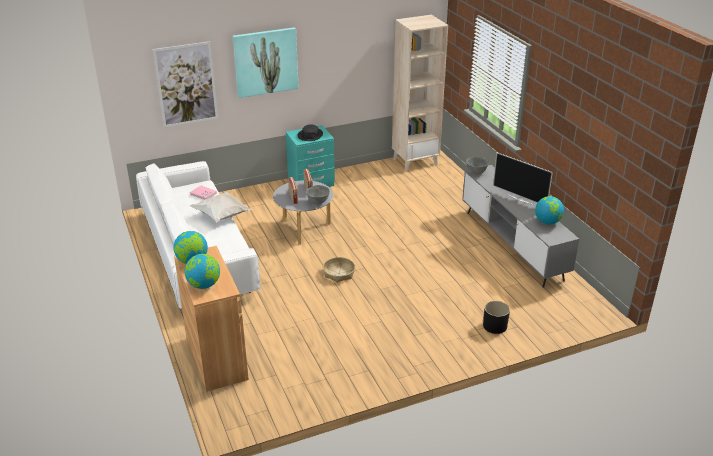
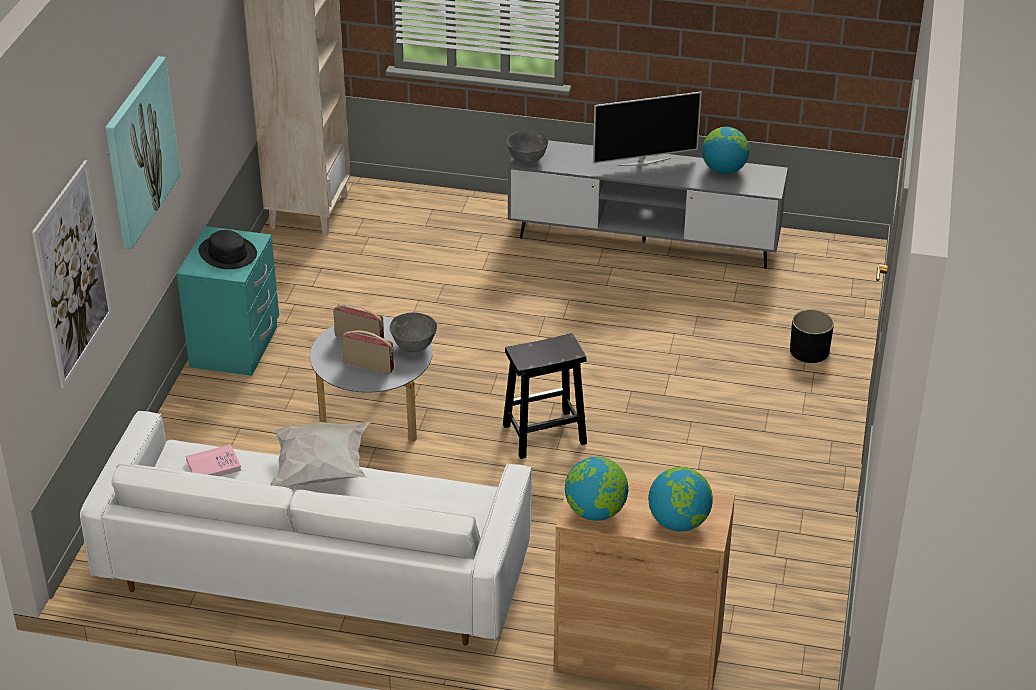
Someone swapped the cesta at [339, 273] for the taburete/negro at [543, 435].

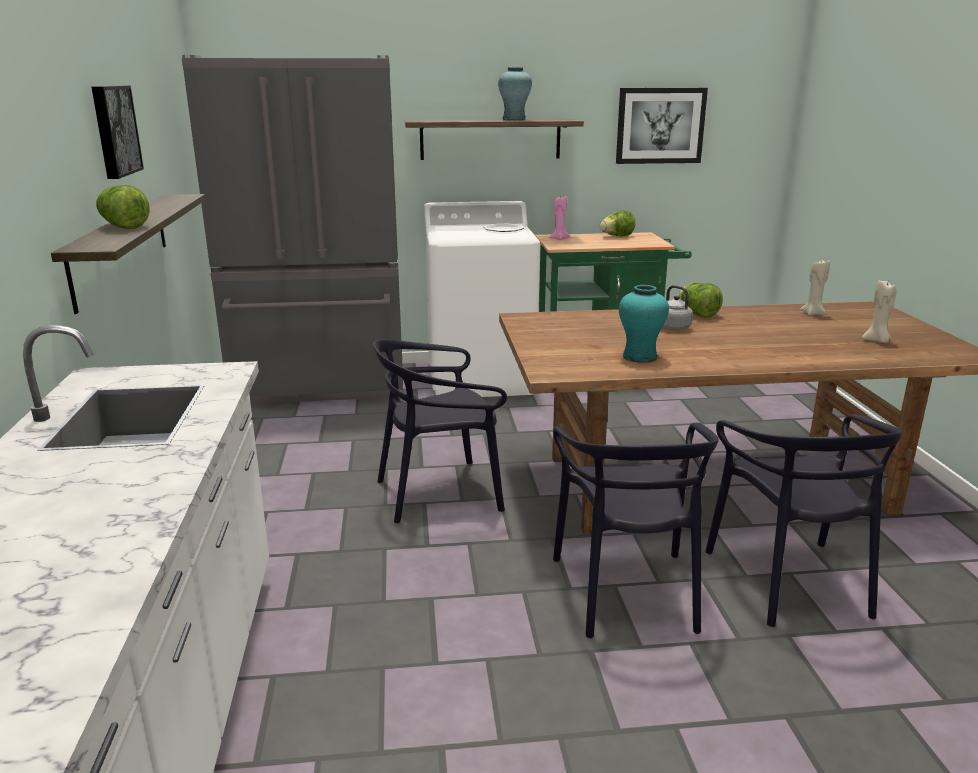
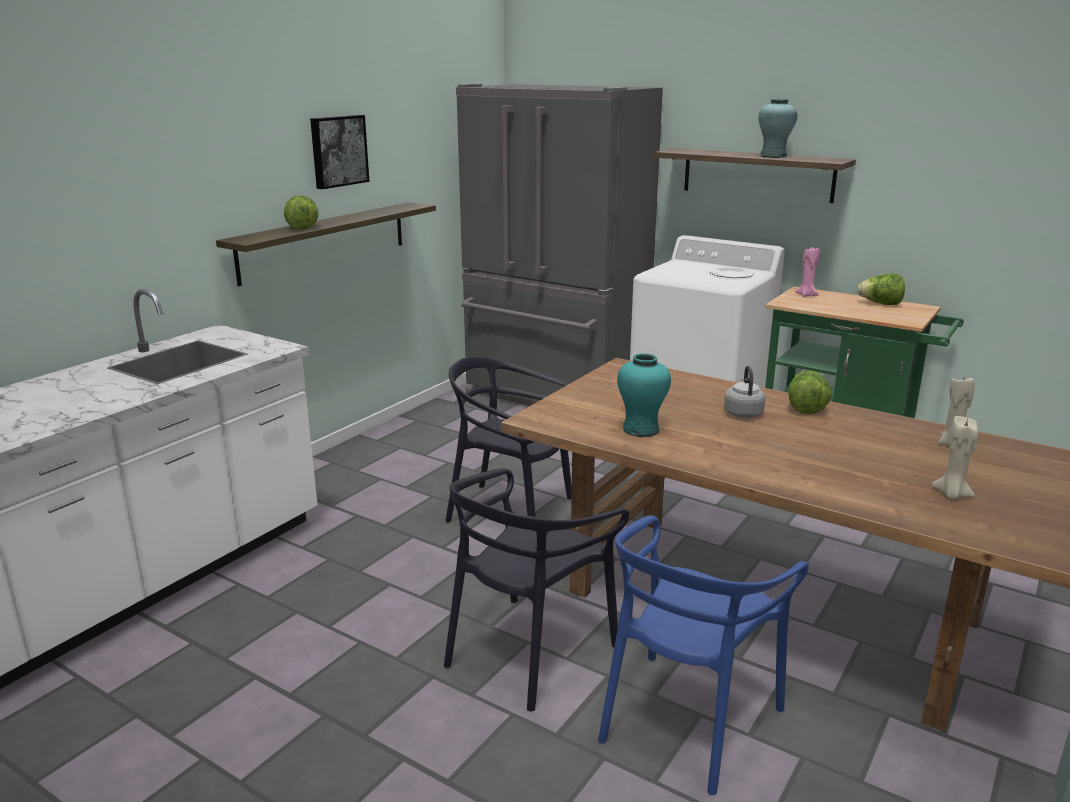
Someone took away the cuadro at [660, 126].
Someone repainted the silla/negro at [789, 581], which became the silla/azul at [687, 720].

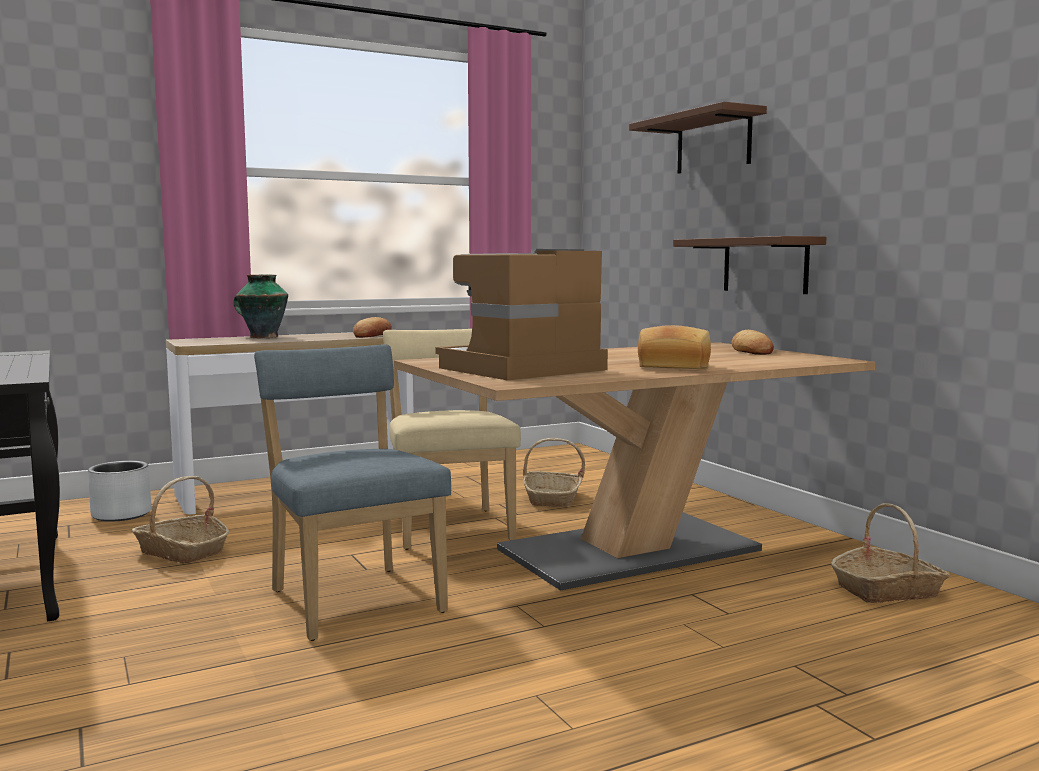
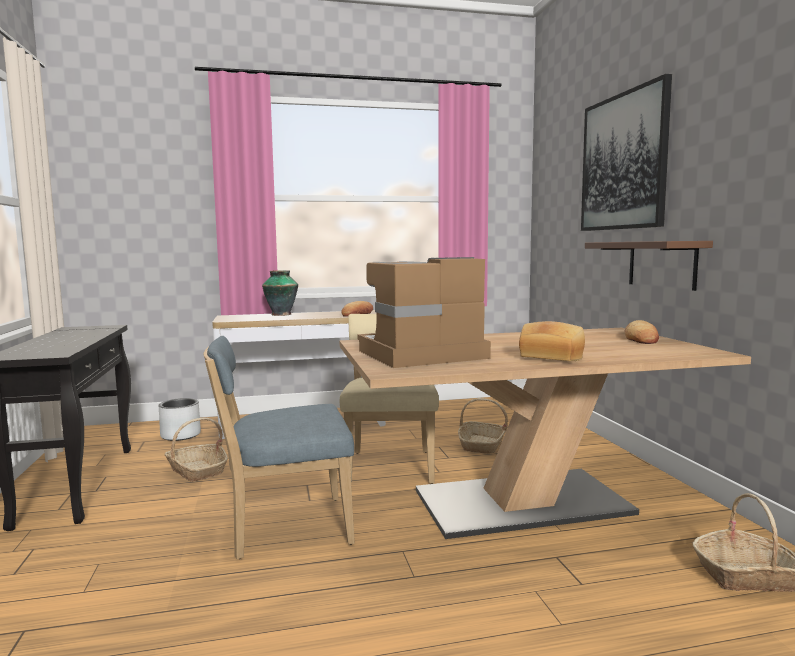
Someone swapped the estante/marrón at [713, 143] for the cuadro at [623, 162].
Someone rotated the silla/azul at [353, 598] by 90 degrees counterclockwise.

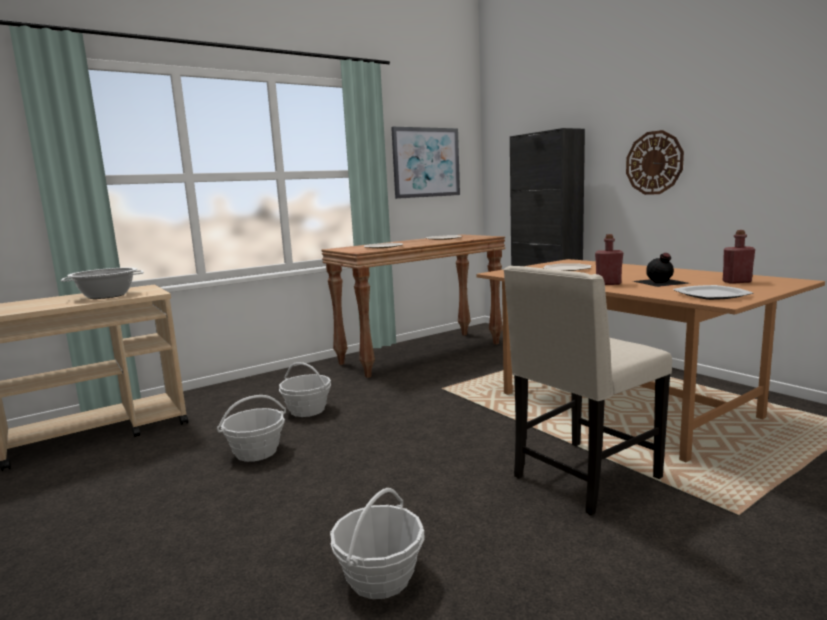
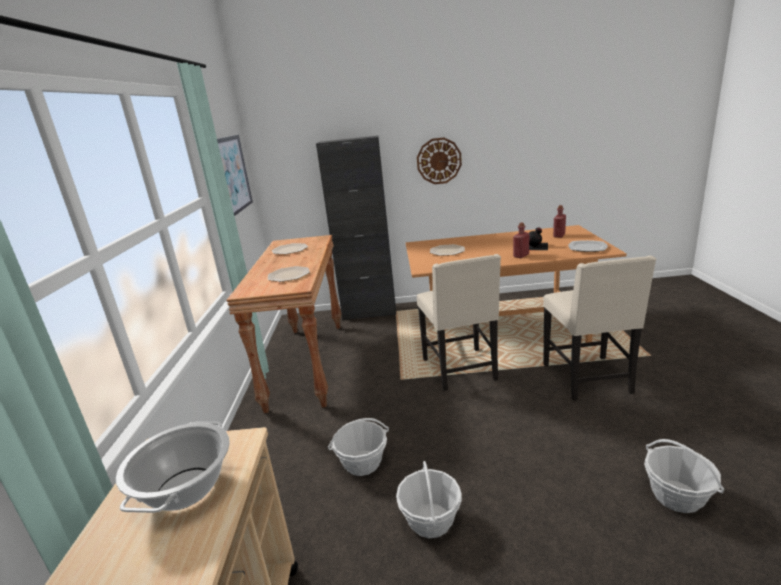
Someone put down the silla/beis at [461, 370].

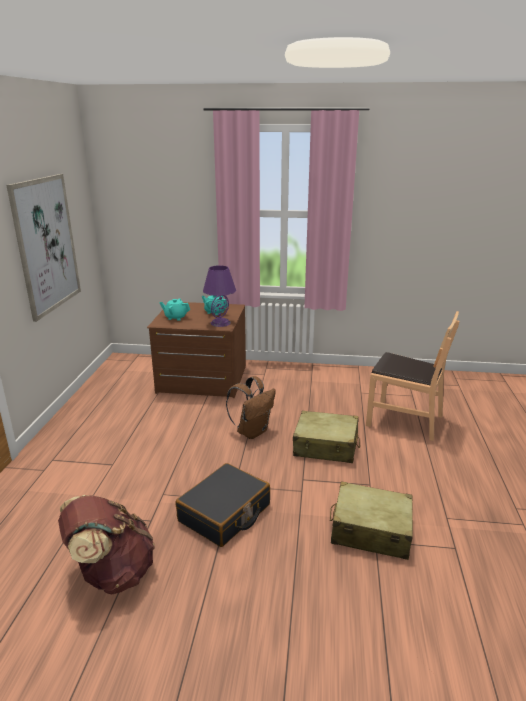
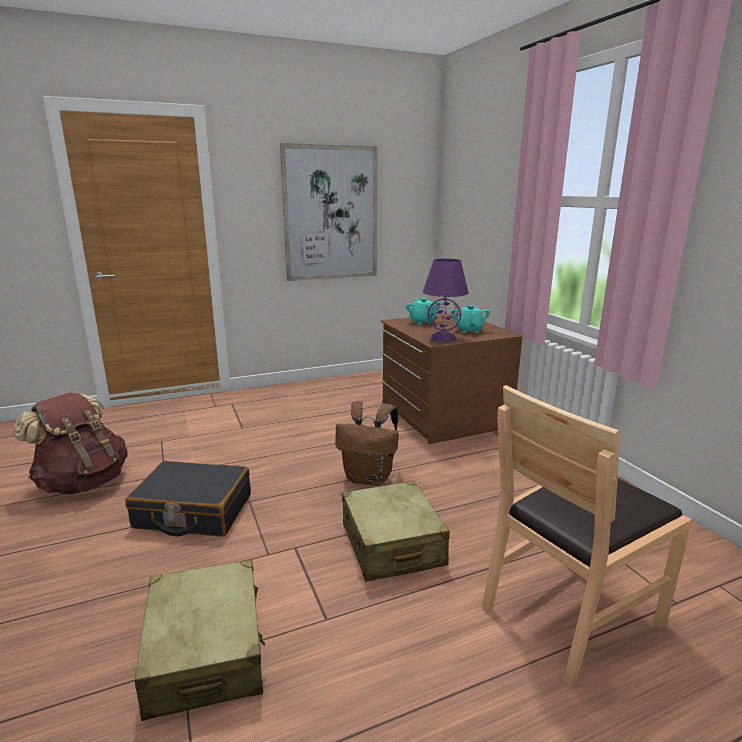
Someone rotated the silla/marrón at [404, 420] by 60 degrees clockwise.

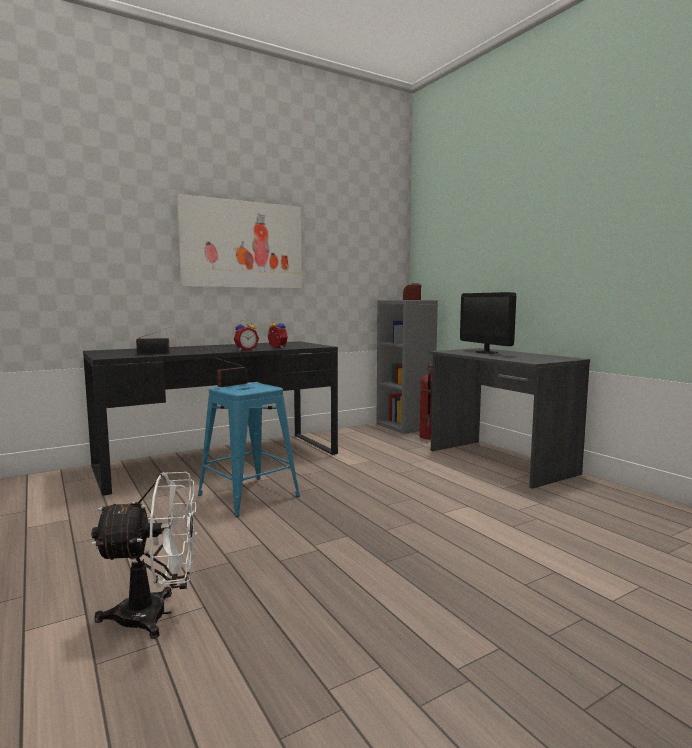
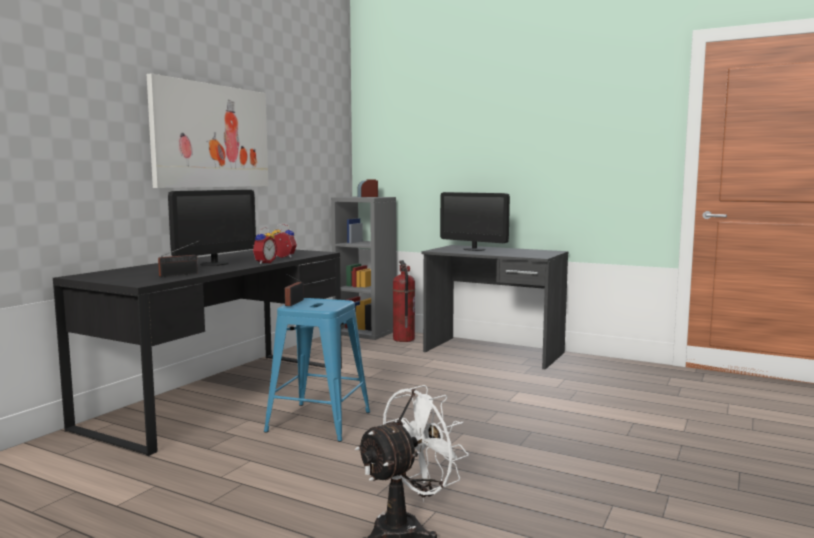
Someone put down the monitor at [214, 264].

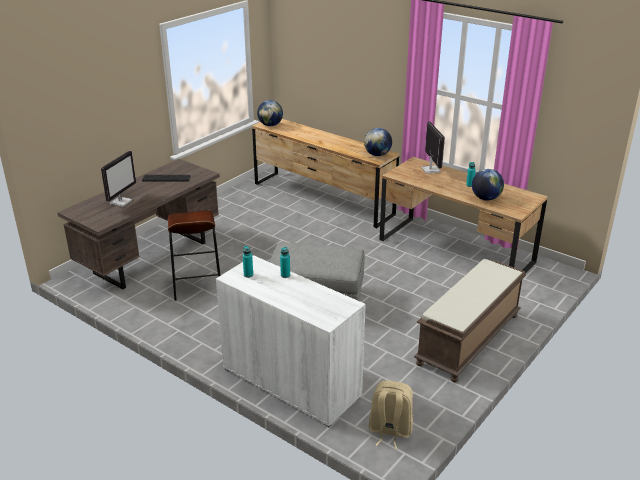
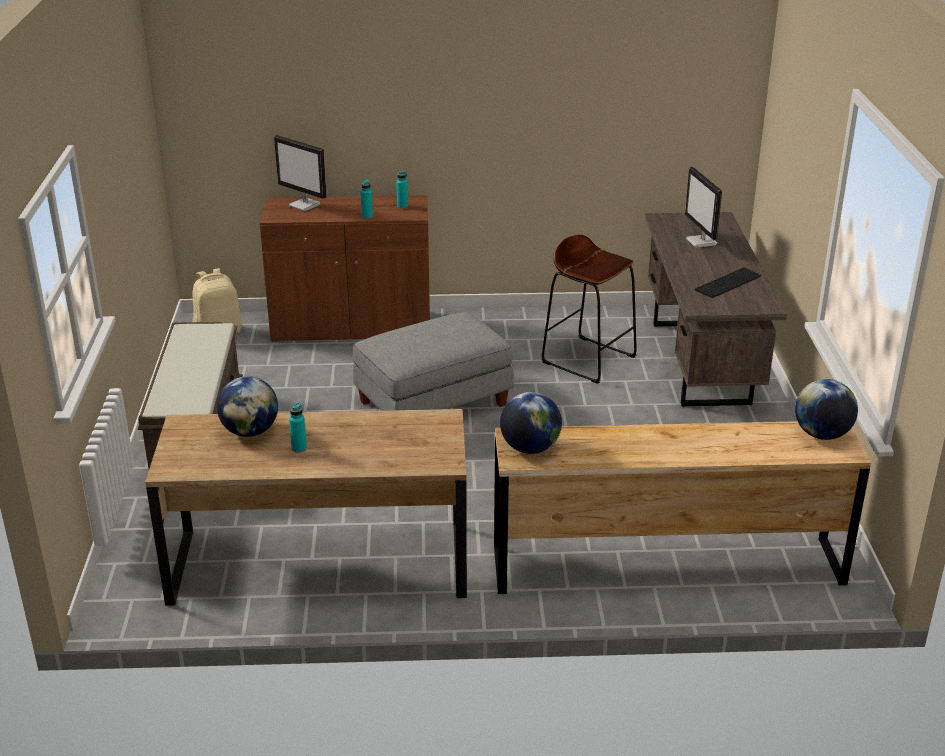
Someone carried the monitor from [430, 169] to [305, 205].
Someone repainted the armario/blanco at [291, 382], which became the armario/marrón at [352, 327].

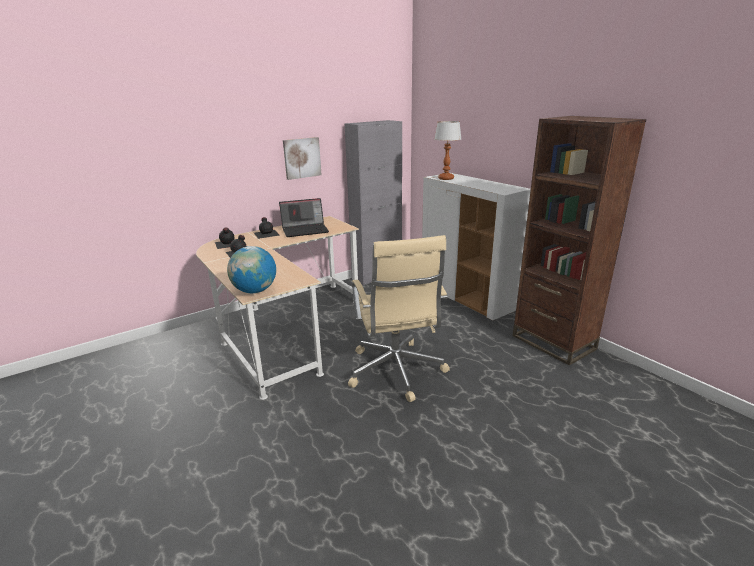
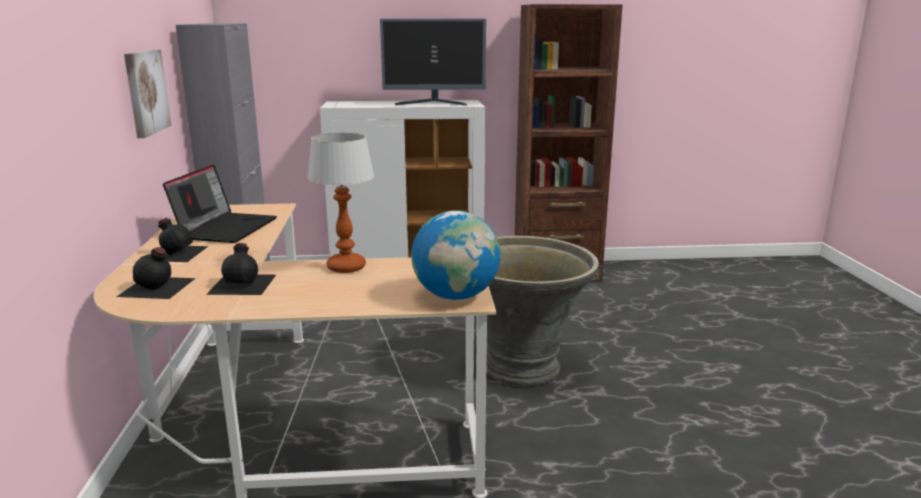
Someone put down the monitor at [434, 103].
Someone carried the lámpara de mesa from [446, 178] to [347, 267].
Someone swapped the silla de oficina/beis at [396, 372] for the maceta/gris at [523, 368].

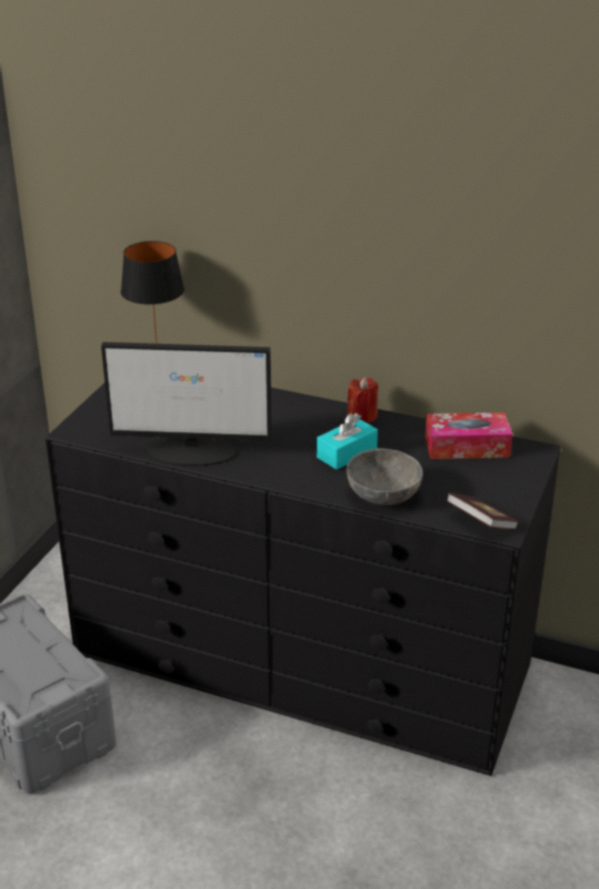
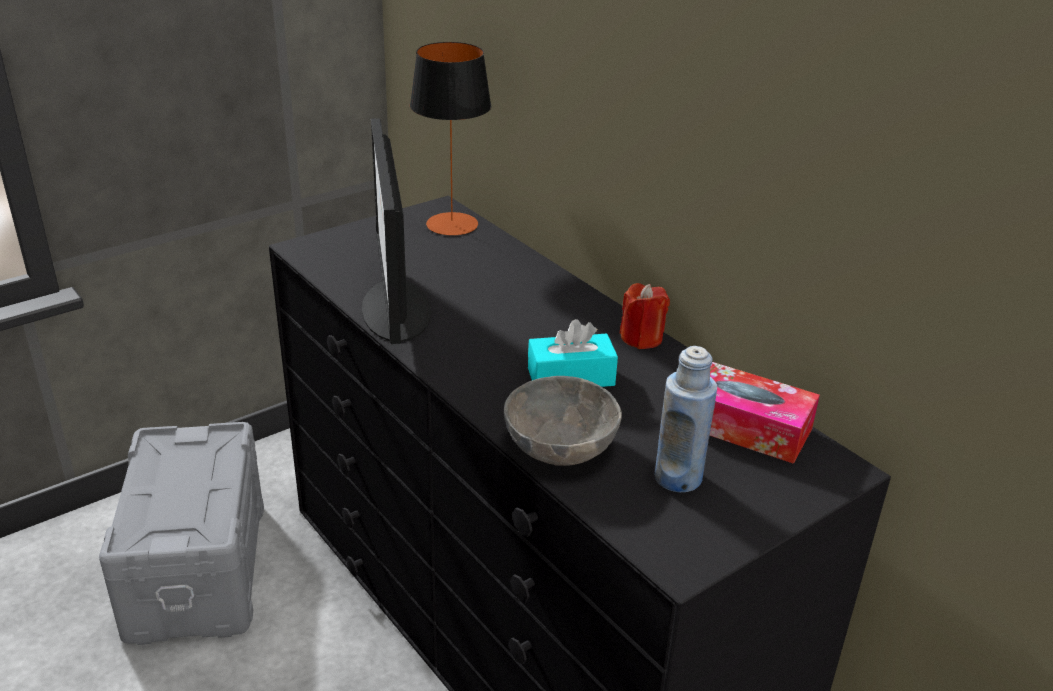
Someone took away the libro at [480, 523].
Someone put down the botella/azul at [678, 477].
Someone rotated the monitor at [193, 451] by 45 degrees clockwise.

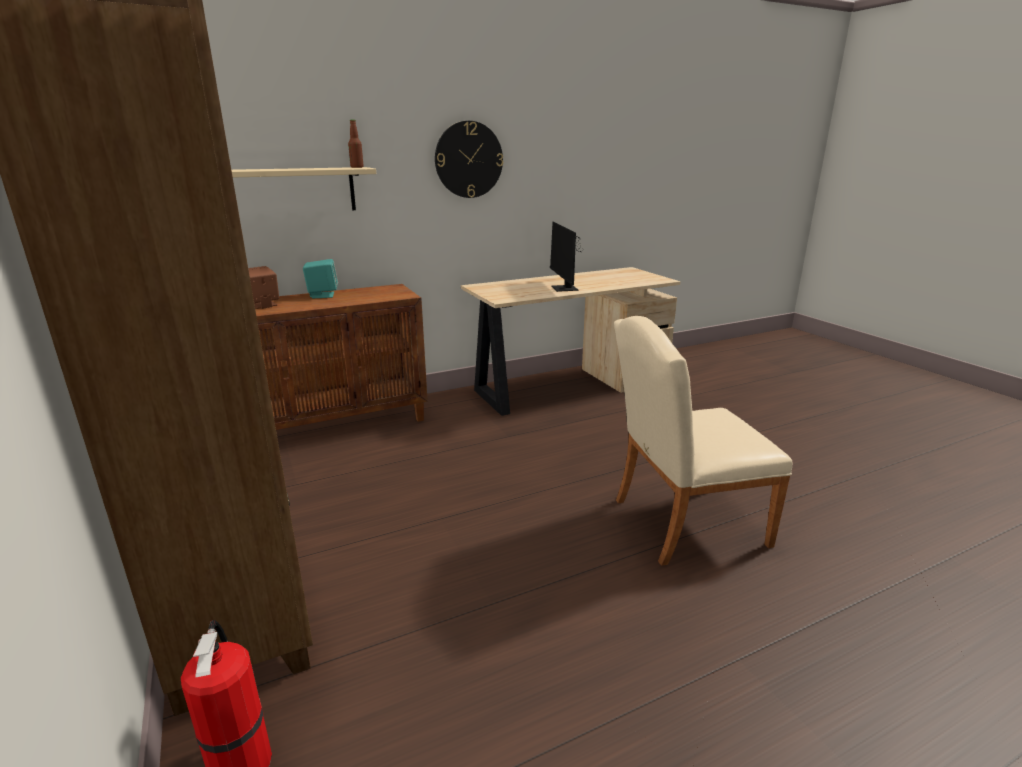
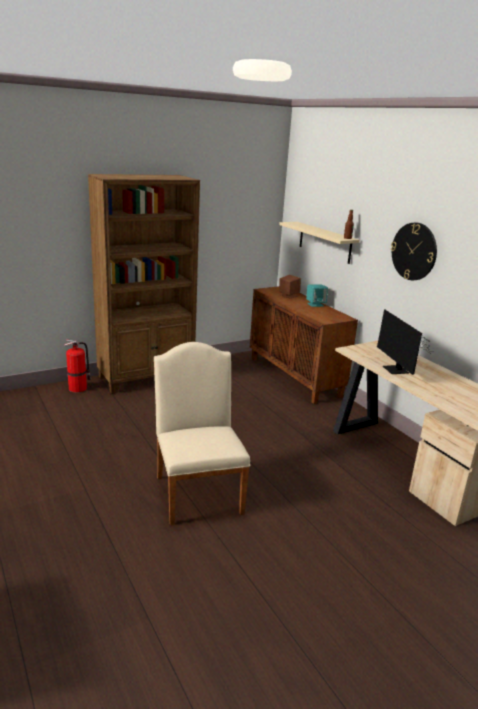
Someone rotated the monitor at [564, 289] by 90 degrees counterclockwise.

